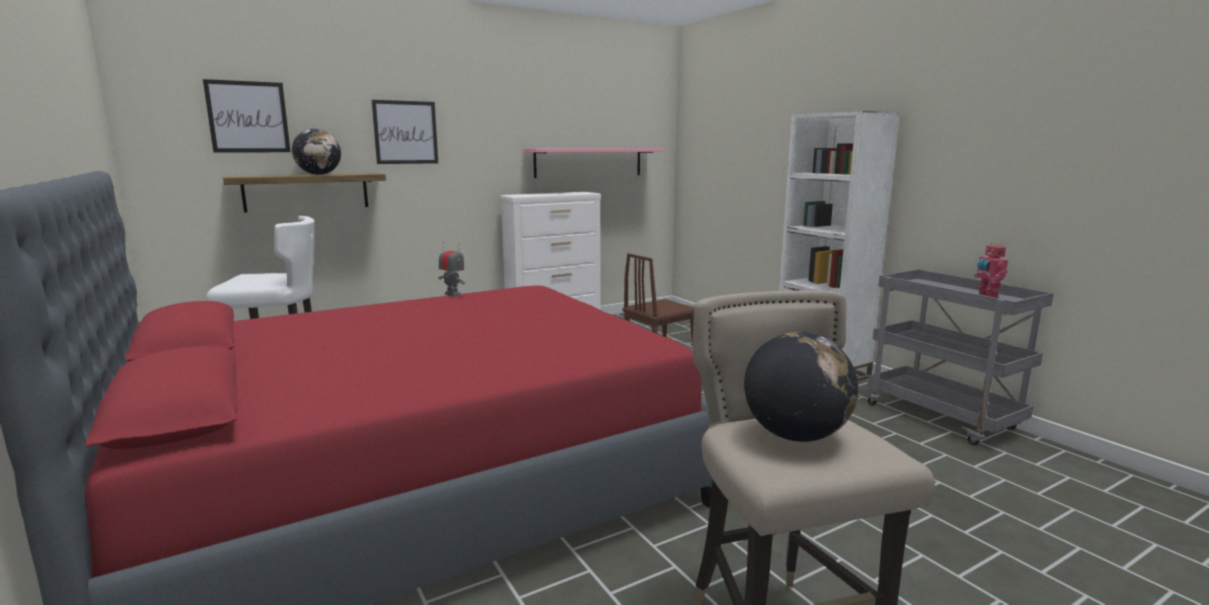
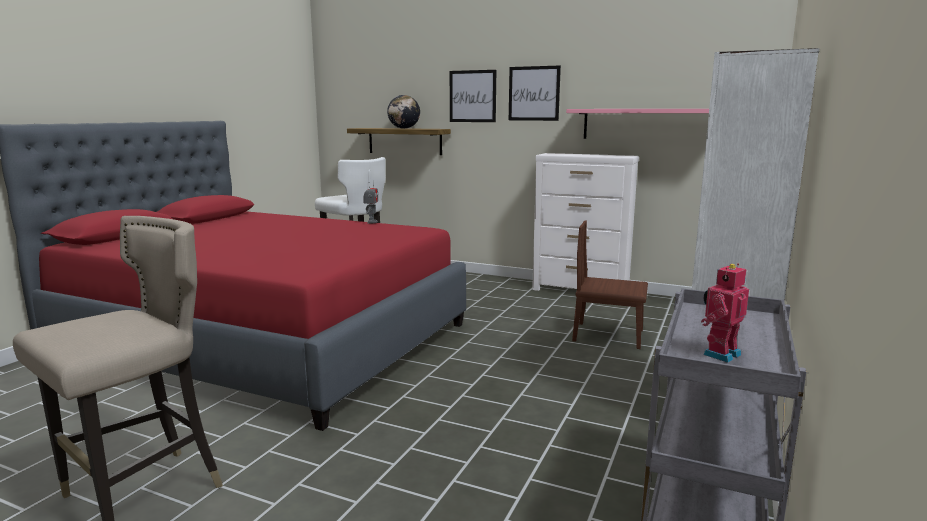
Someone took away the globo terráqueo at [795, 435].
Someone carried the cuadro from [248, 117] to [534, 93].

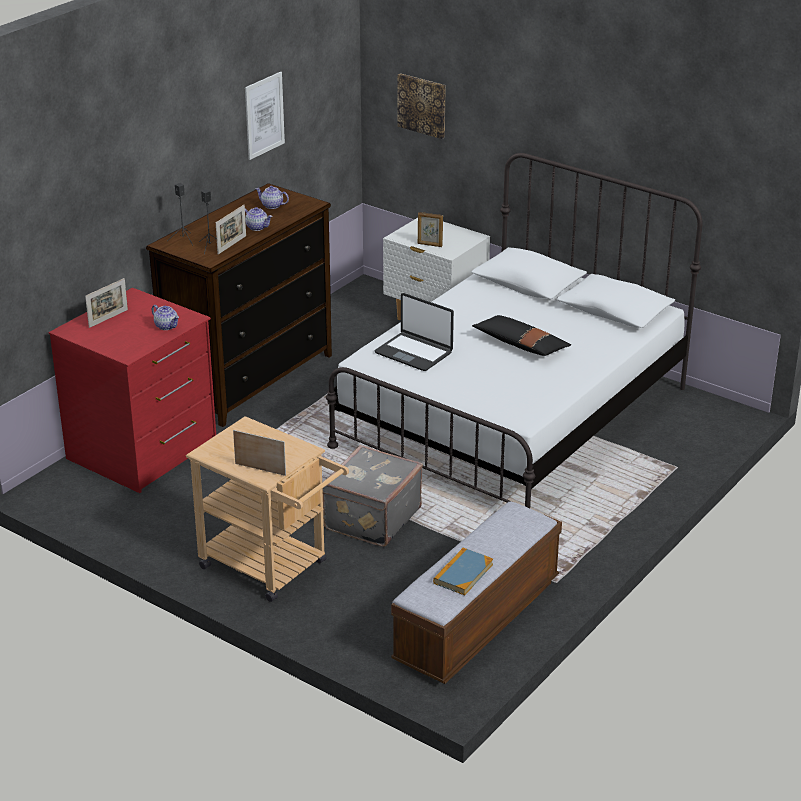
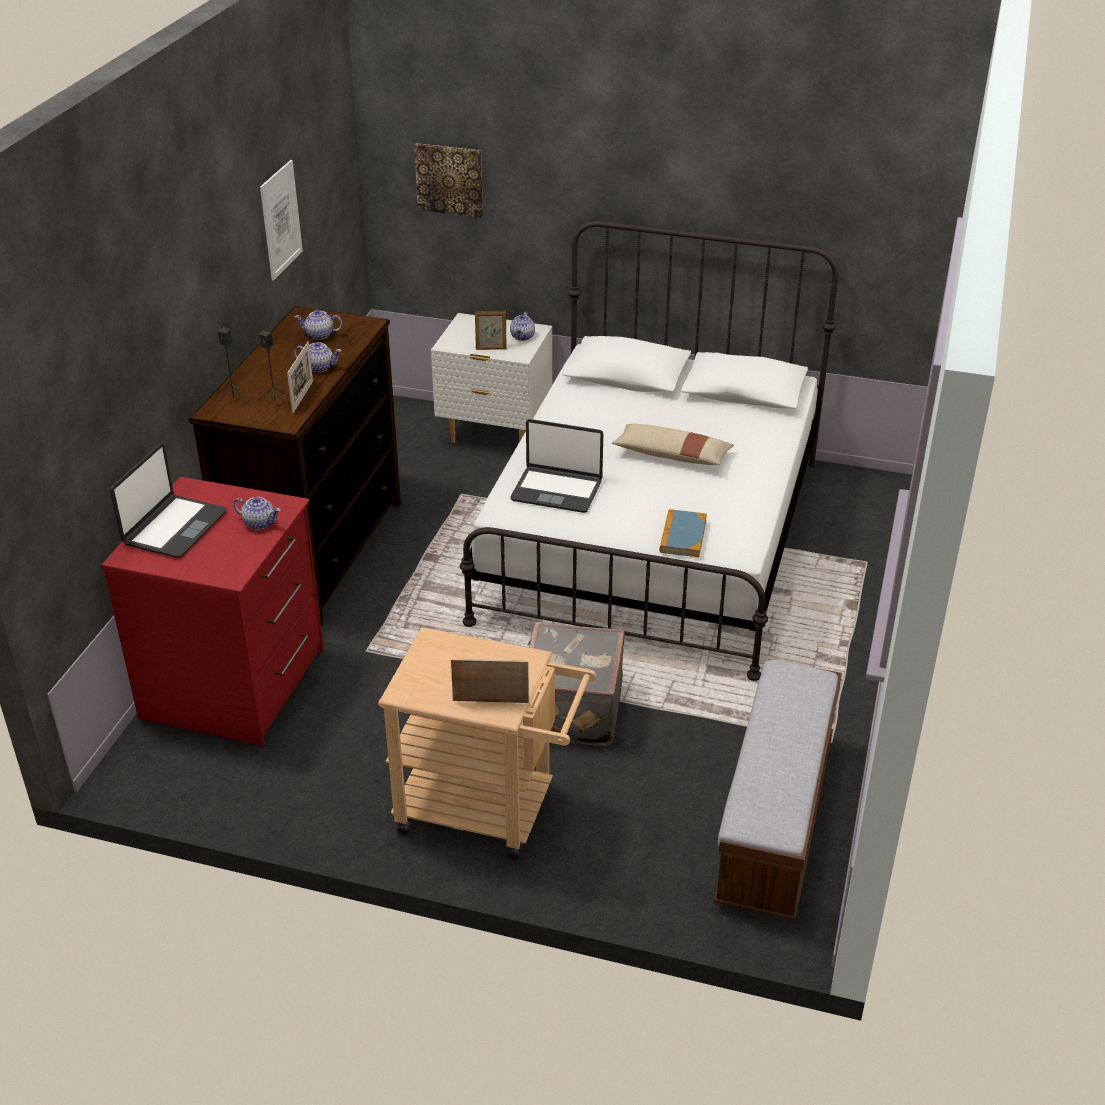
Someone put down the tetera at [523, 337].
Someone carried the libro from [463, 574] to [683, 536].
Someone swapped the portarretratos at [108, 318] for the portátil at [174, 528].
Someone repainted the cojín/negro at [520, 345], which became the cojín/beis at [672, 455].

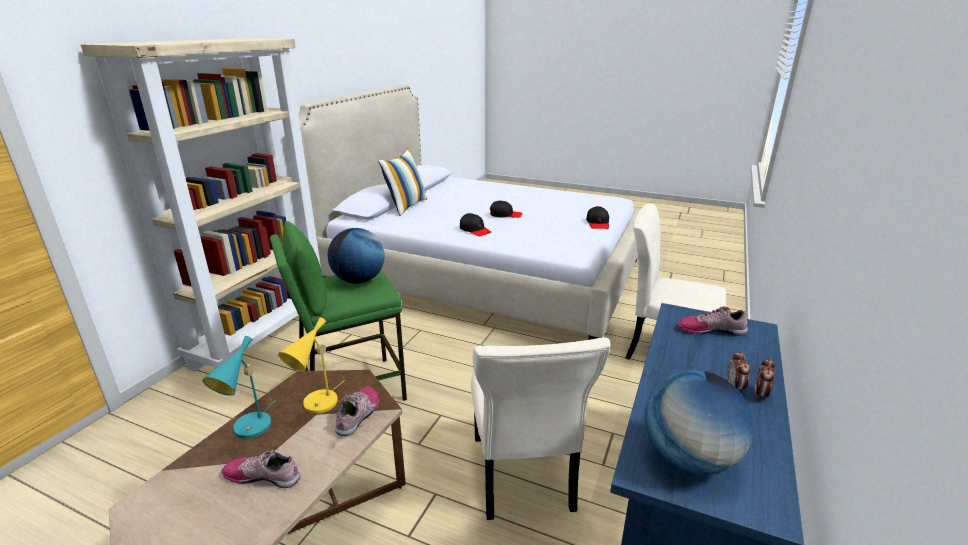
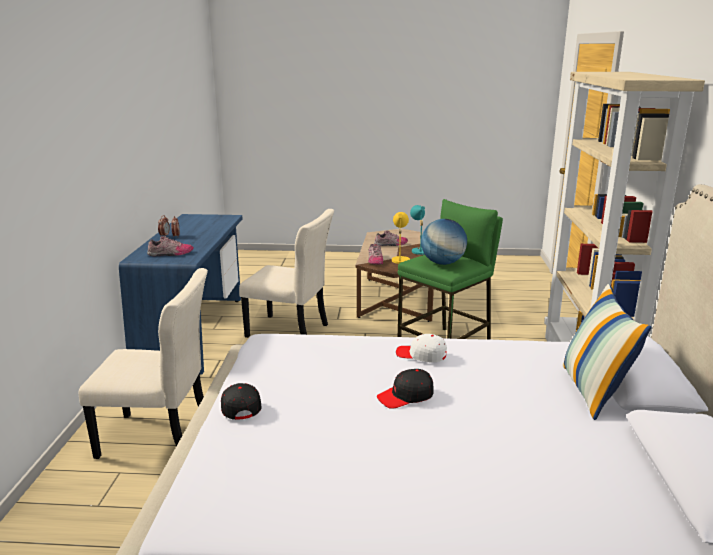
Someone took away the globo terráqueo at [688, 458].
Someone repainted the gorra/negro at [475, 230], which became the gorra/blanco at [421, 355].
Someone rotated the silla/beis at [522, 476] by 135 degrees clockwise.

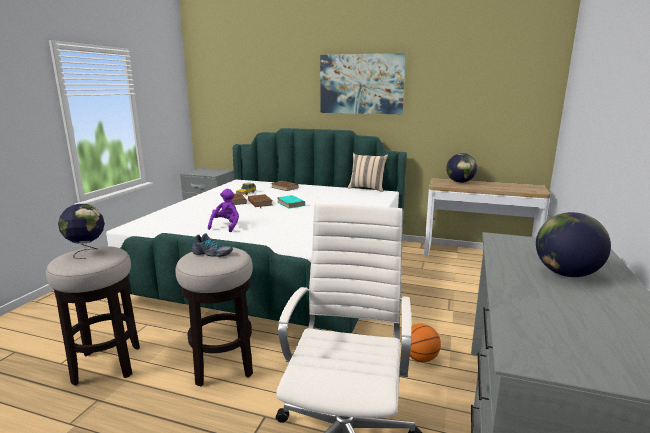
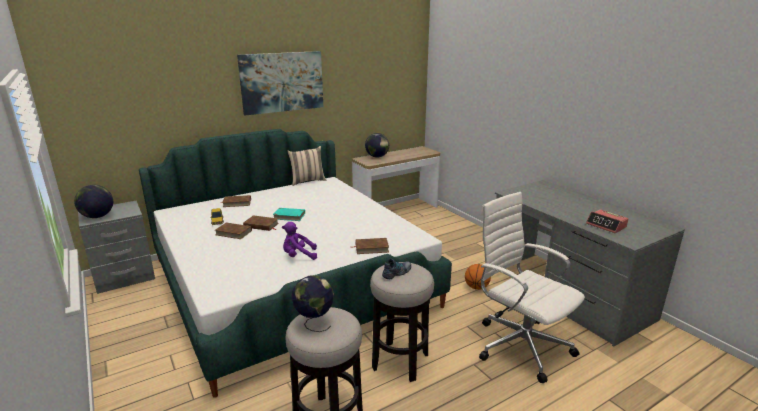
Someone put down the libro/marrón at [371, 248].
Someone put down the despertador at [606, 225].
Someone carried the globo terráqueo from [565, 273] to [97, 216].
Someone rotated the peluche/morado at [226, 226] by 60 degrees counterclockwise.

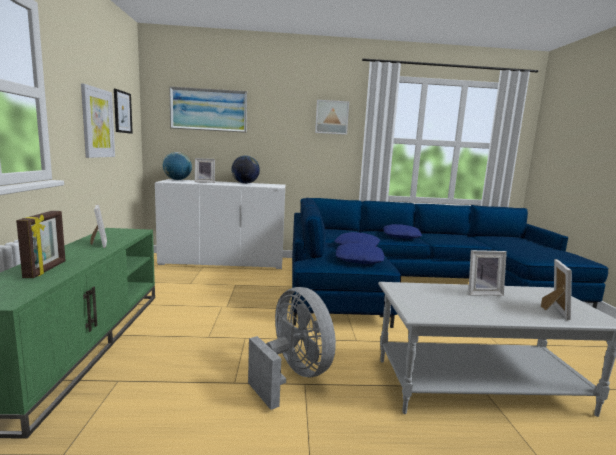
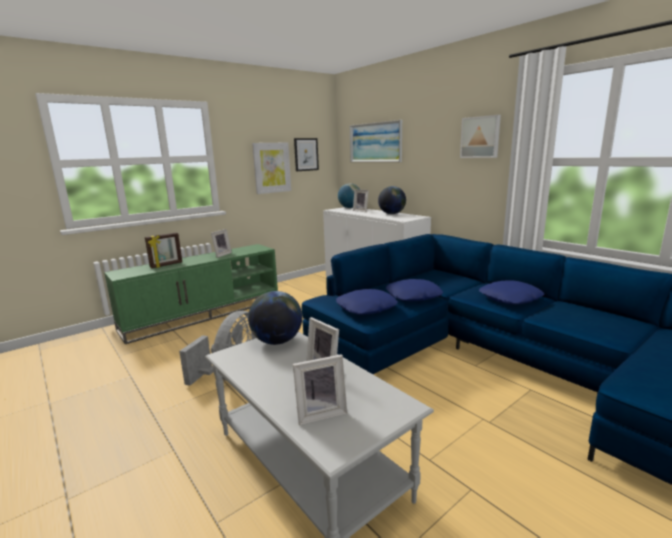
Someone put down the globo terráqueo at [277, 341].

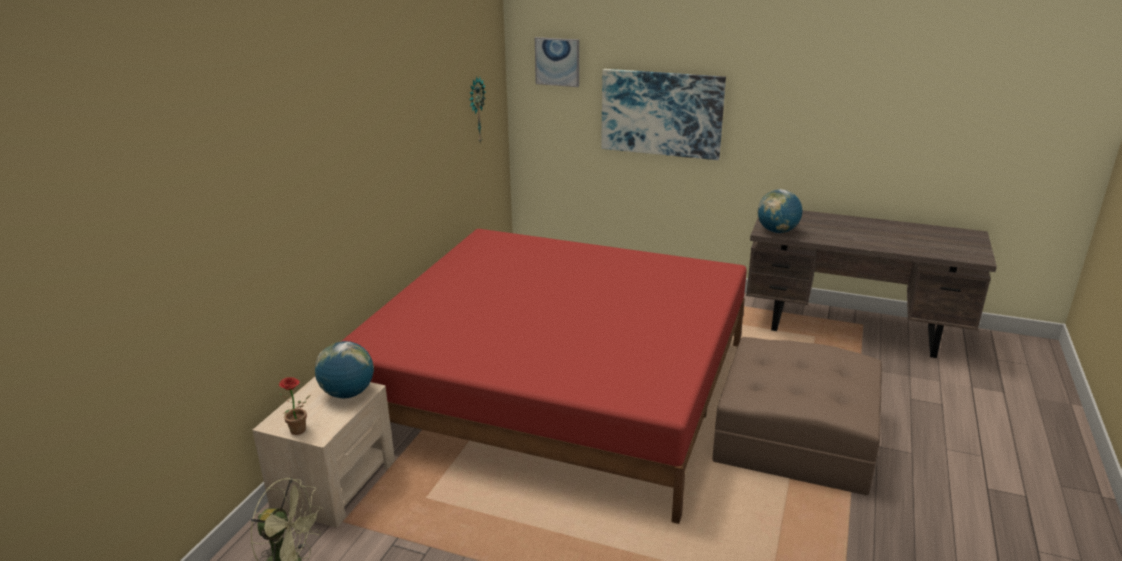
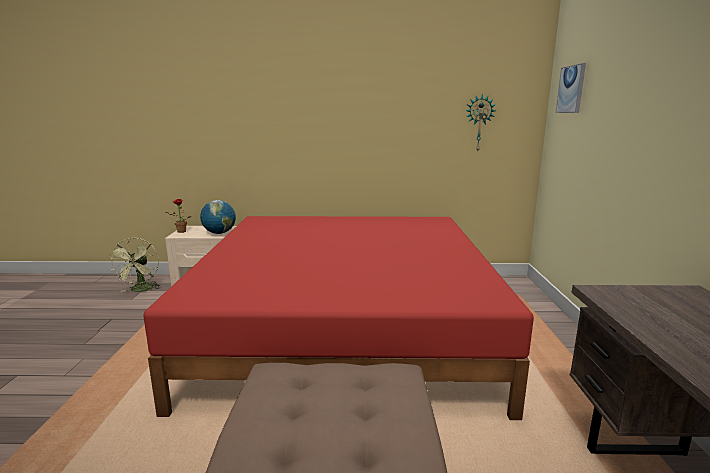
Someone took away the cuadro at [661, 113].
Someone took away the globo terráqueo at [777, 231].

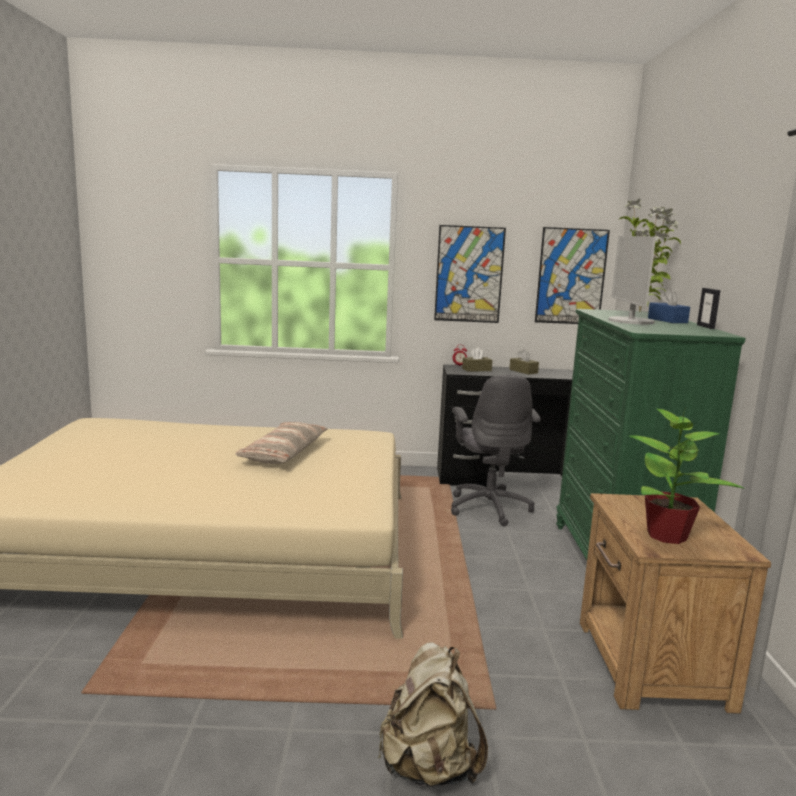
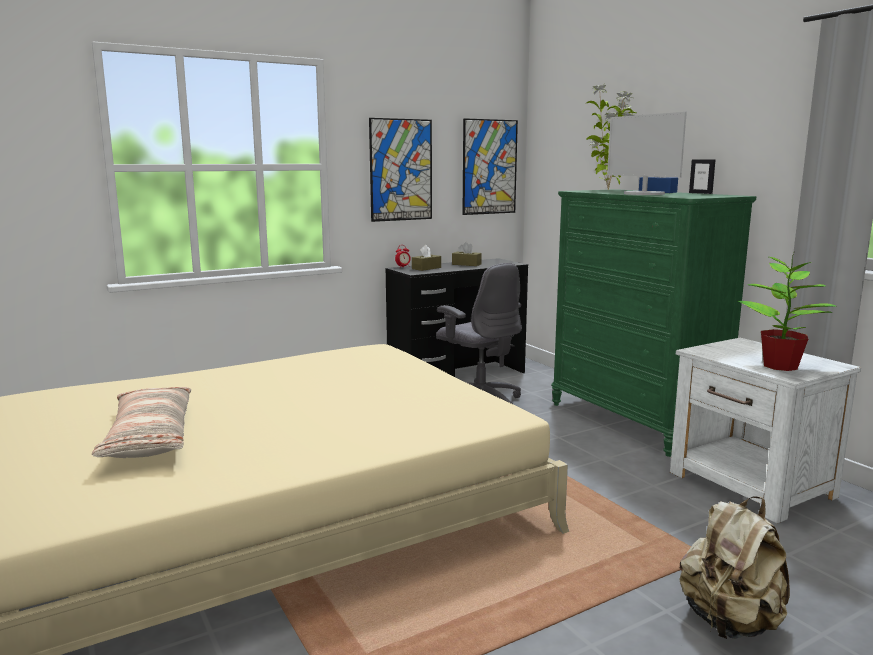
Someone carried the cojín from [284, 453] to [149, 437].
Someone repainted the mesita de noche/marrón at [651, 665], which became the mesita de noche/blanco at [751, 486].

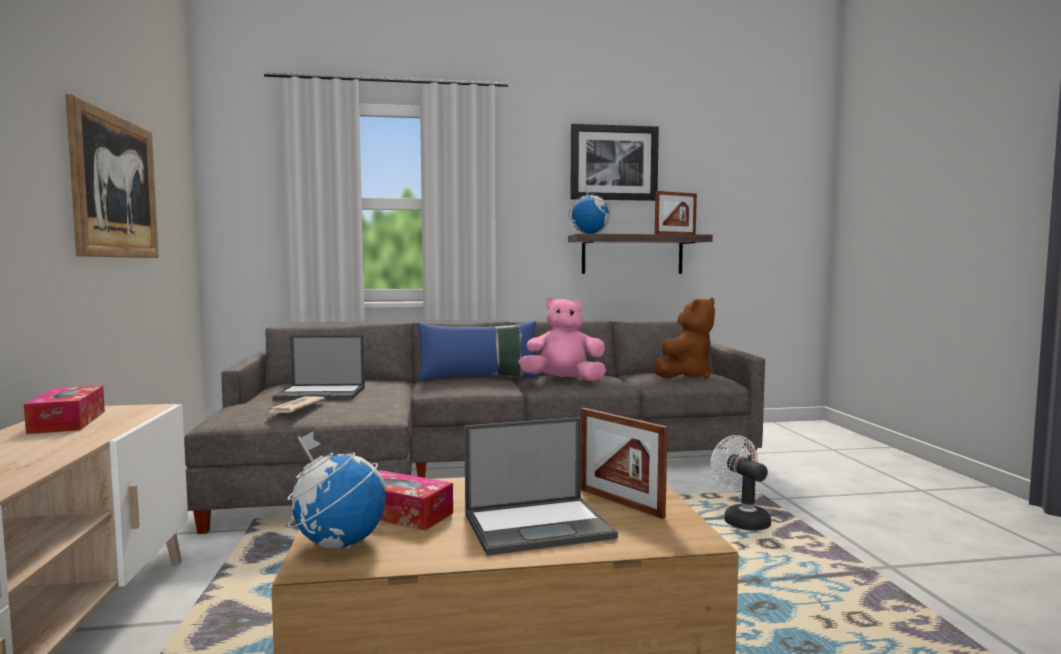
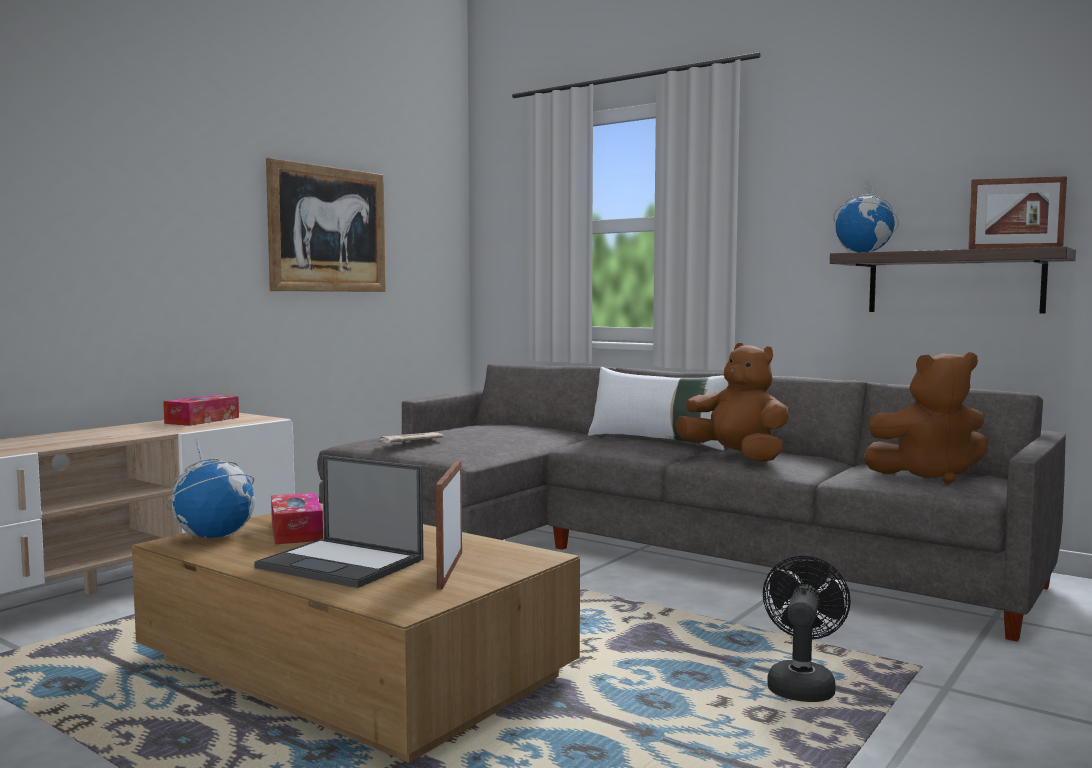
Someone took away the portátil at [322, 393].
Someone took away the cuadro at [614, 163].
Someone repainted the cojín/azul at [479, 378], which became the cojín/blanco at [659, 441].
Someone repainted the peluche/rosa at [563, 381], which became the peluche/marrón at [736, 457].
Someone repainted the ventilador/blanco at [741, 520], which became the ventilador/negro at [801, 685].

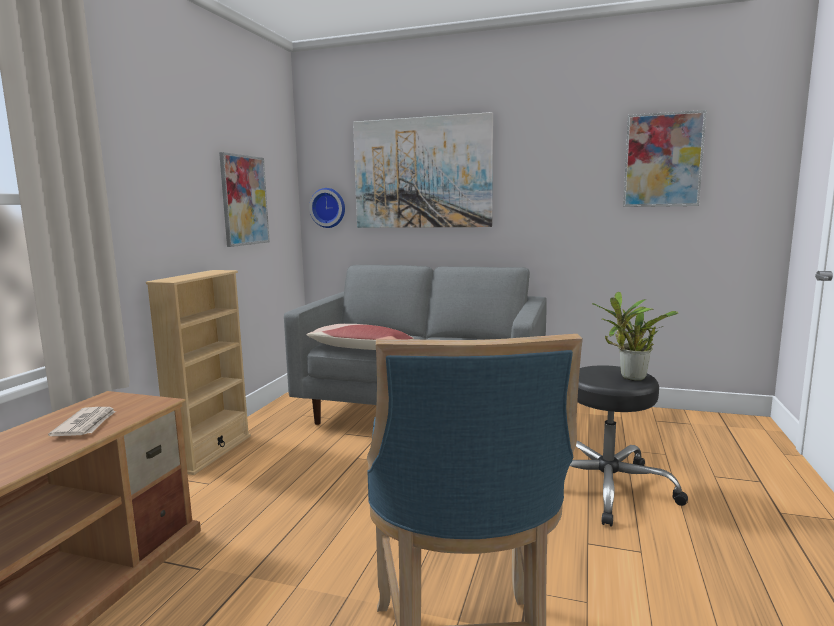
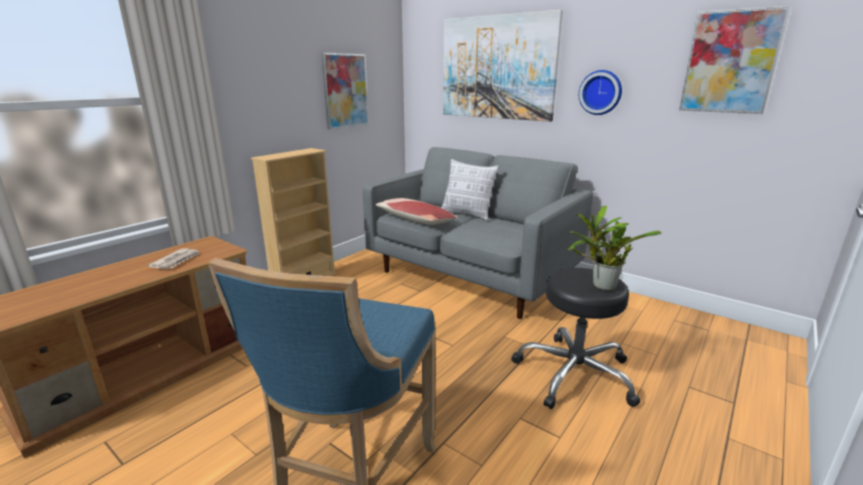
Someone put down the cojín at [467, 214].
Someone carried the reloj de pared from [328, 208] to [601, 92].

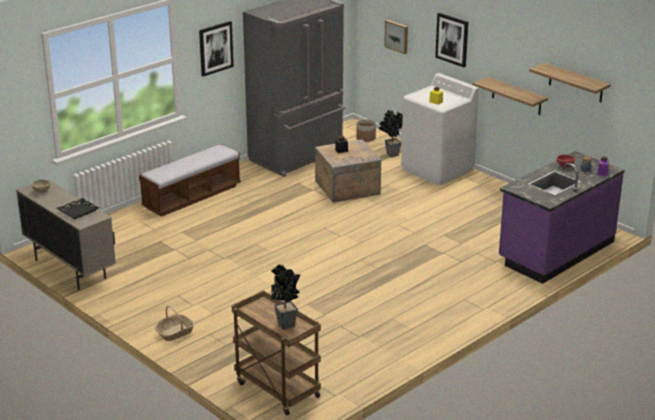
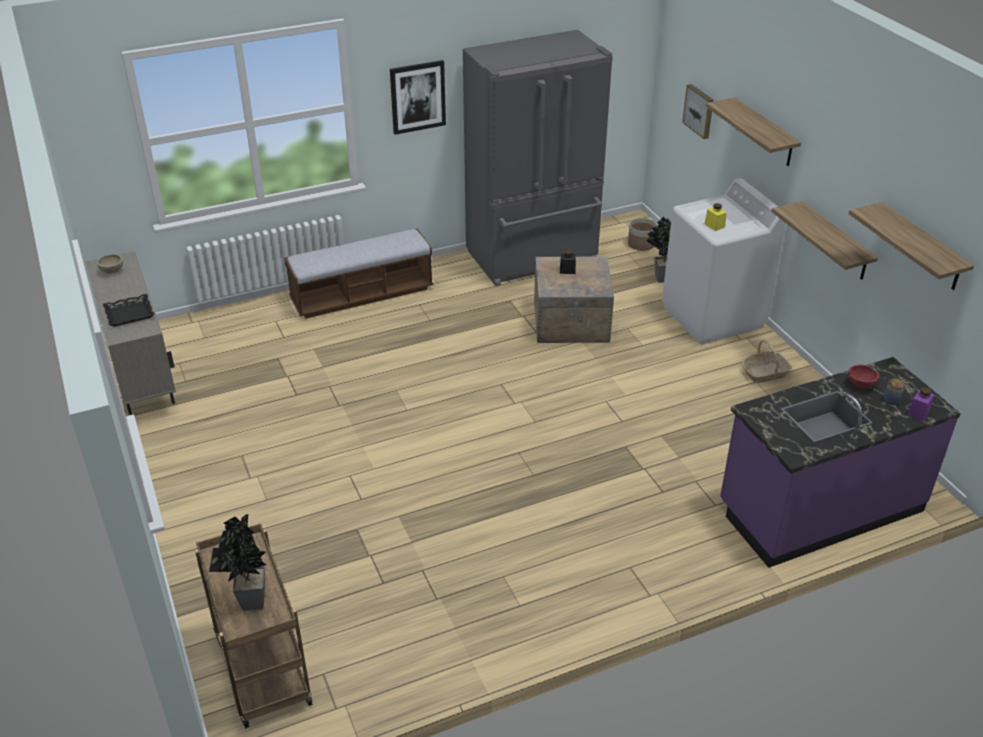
Someone carried the cesta from [175, 333] to [764, 373].
Someone swapped the cuadro at [452, 39] for the estante at [764, 133].

